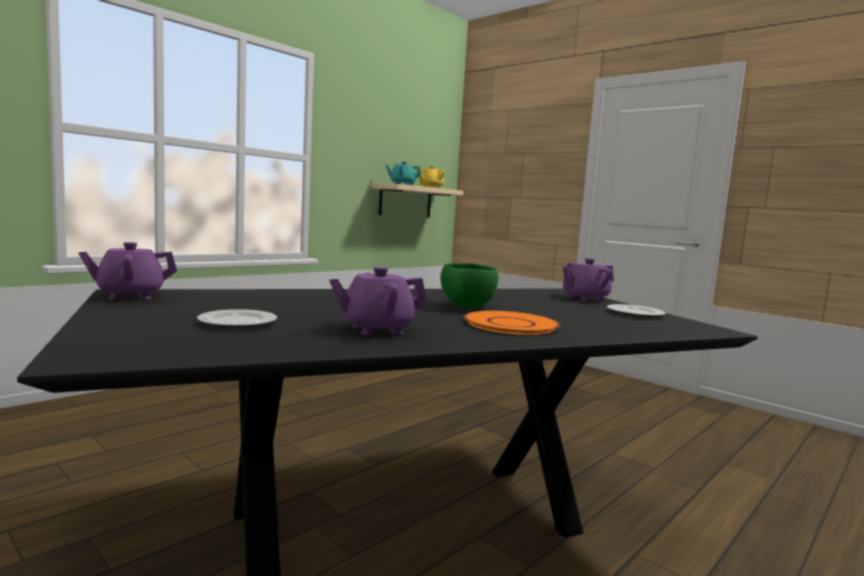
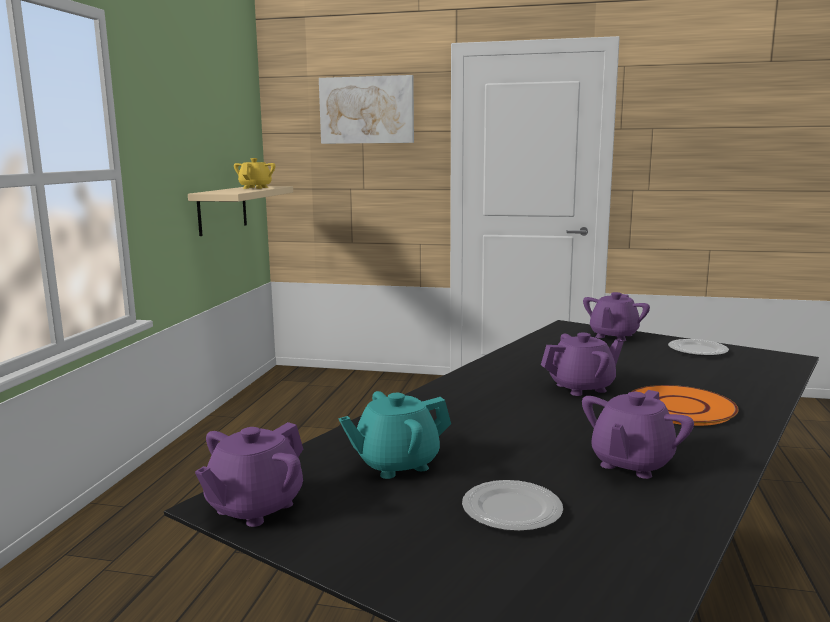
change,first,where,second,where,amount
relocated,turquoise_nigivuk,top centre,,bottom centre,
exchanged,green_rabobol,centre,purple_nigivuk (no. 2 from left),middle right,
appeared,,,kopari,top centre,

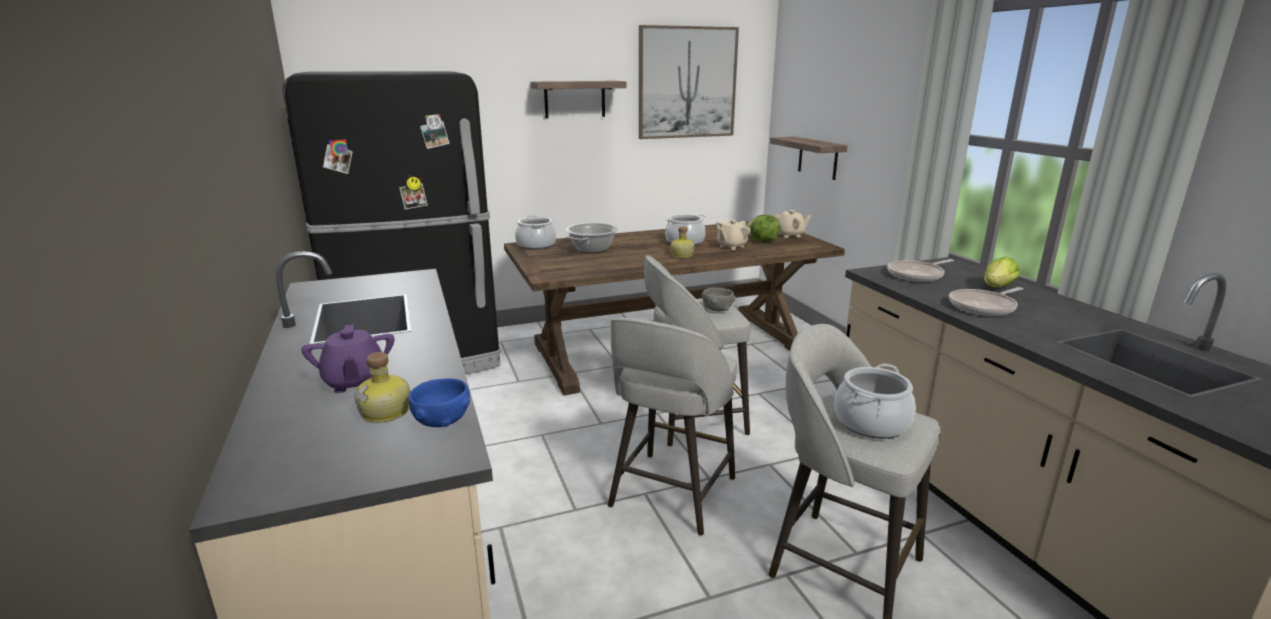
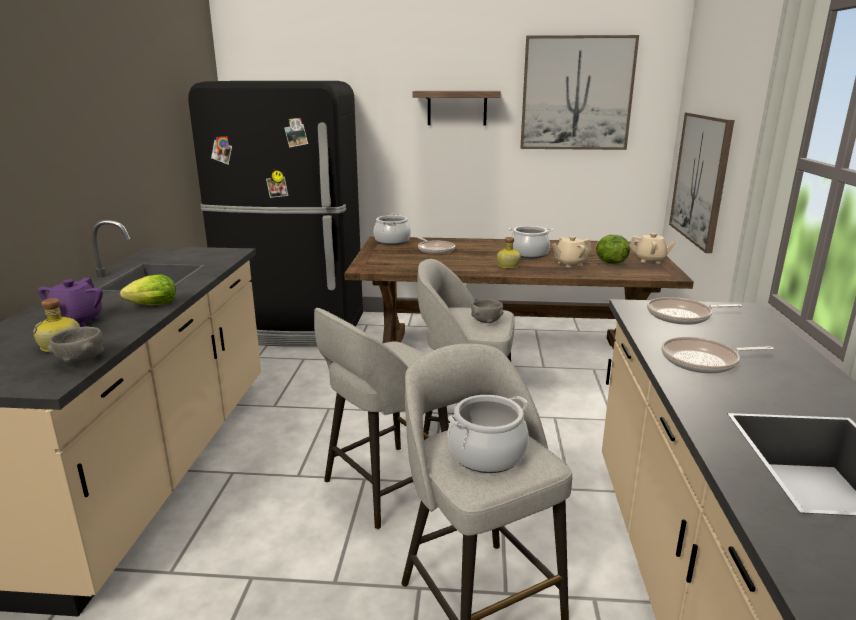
change,first,where,second,where,amount
exchanged,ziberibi (no. 2 from left),top centre,kopari (no. 2 from left),top right,
exchanged,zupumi (no. 2 from left),centre,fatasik (no. 1 from left),centre,
relocated,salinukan (no. 2 from left in the first image),middle right,salinukan (no. 1 from left),middle left,
colour,blue_rabobol,centre,grey_rabobol (no. 1 from left),middle left,

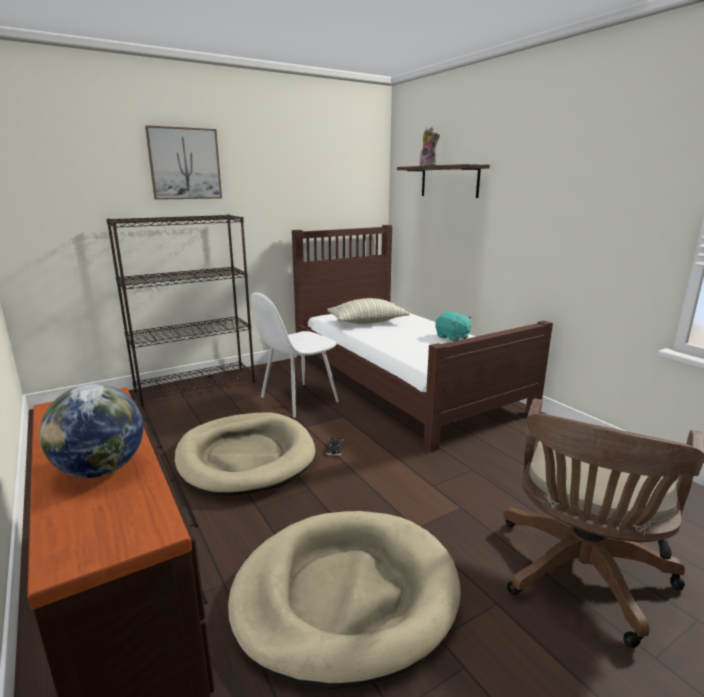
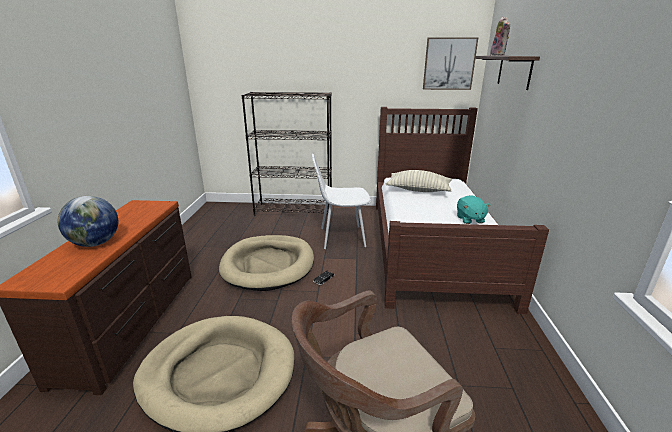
change,first,where,second,where,amount
relocated,kopari,top left,,top right,

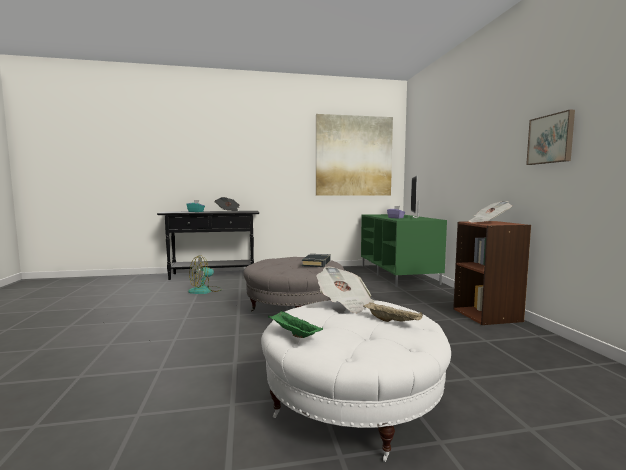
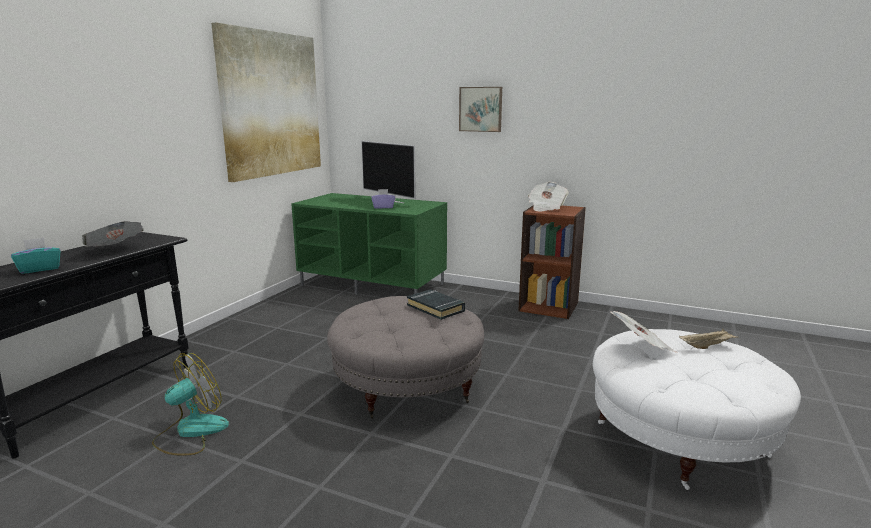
change,first,where,second,where,amount
relocated,kopari (no. 2 from left),top right,,top centre,
spun,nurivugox,middle left,,bottom left,135 degrees counterclockwise
missing,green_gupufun,bottom centre,,,

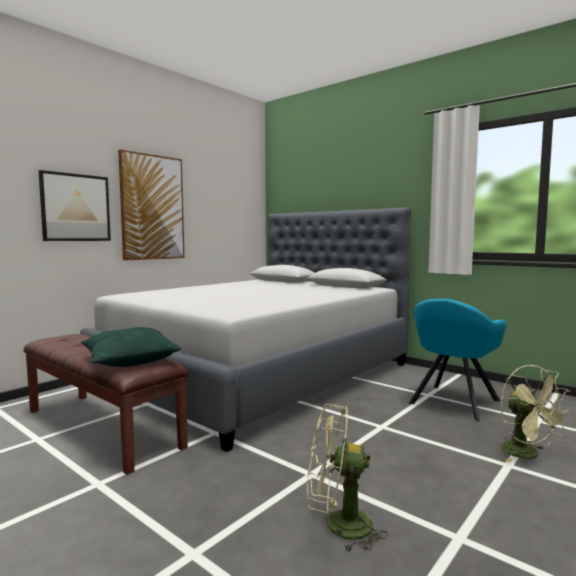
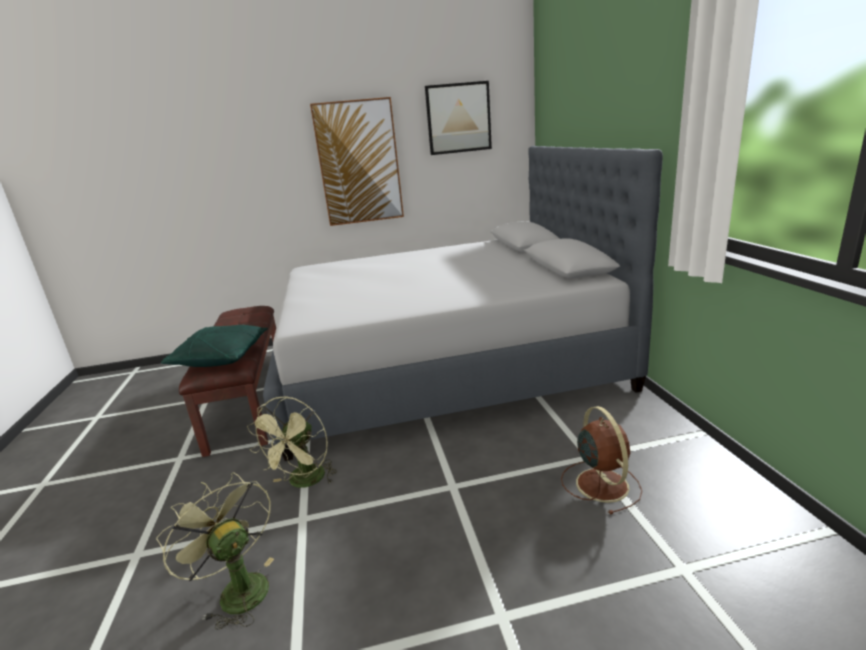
change,first,where,second,where,amount
relocated,kopari (no. 1 from left in the first image),middle left,kopari (no. 2 from left),top centre,
exchanged,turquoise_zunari,middle right,brown_nurivugox,bottom right,
relocated,green_nurivugox (no. 2 from left),bottom right,,bottom centre,

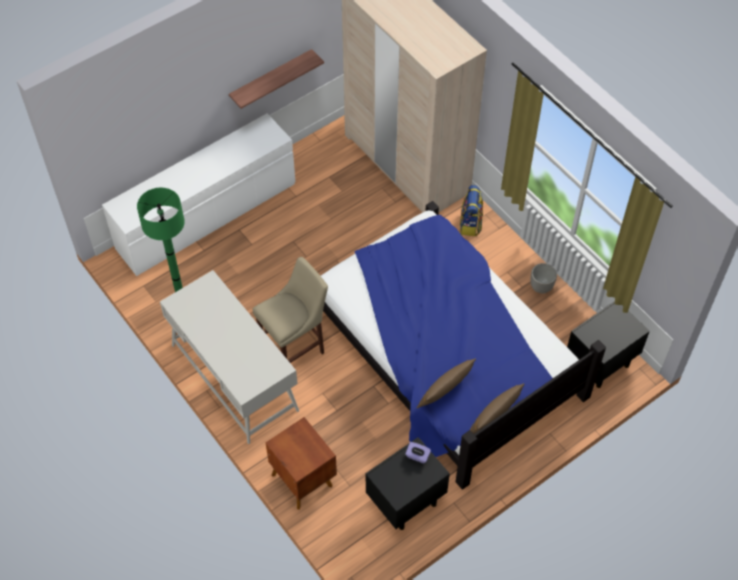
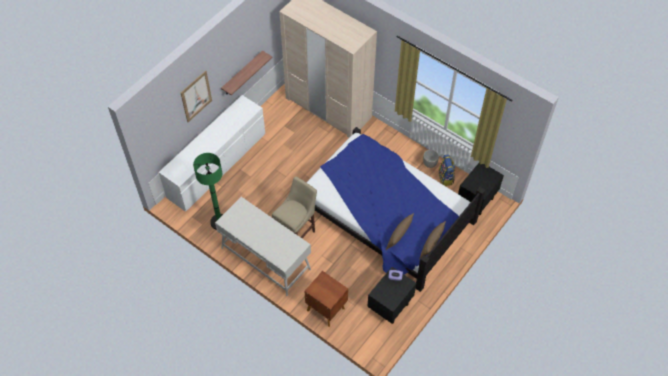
change,first,where,second,where,amount
relocated,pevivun,centre,,middle right,
appeared,,,kopari,top left,

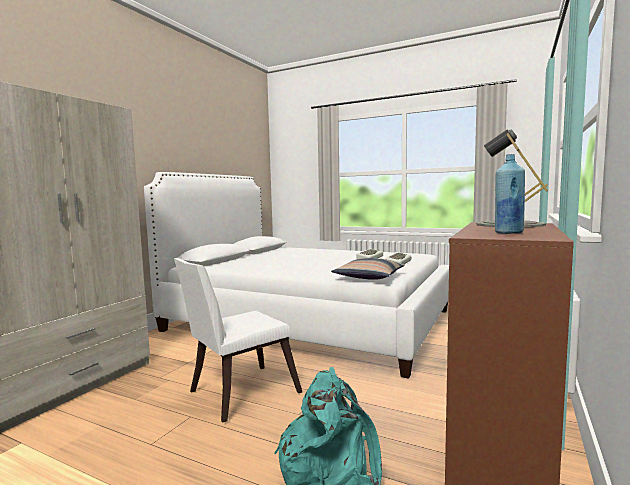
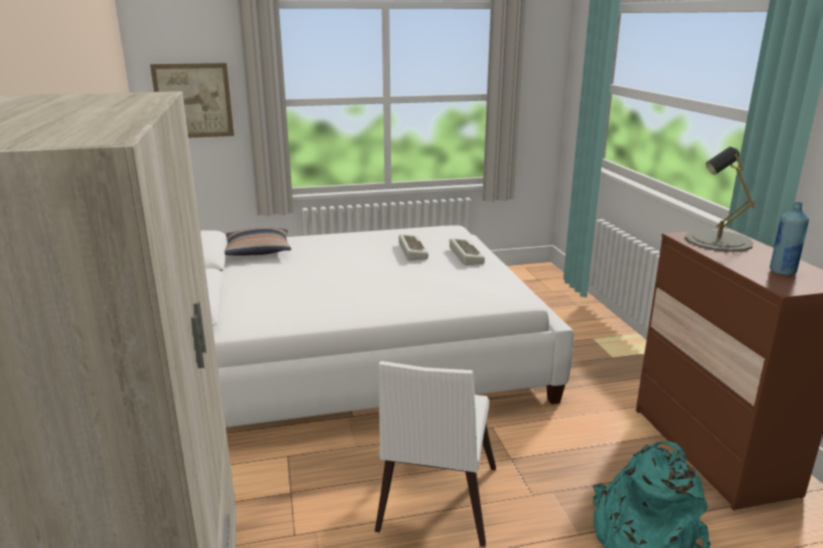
change,first,where,second,where,amount
relocated,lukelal,centre,,middle left,
appeared,,,kopari,top left,

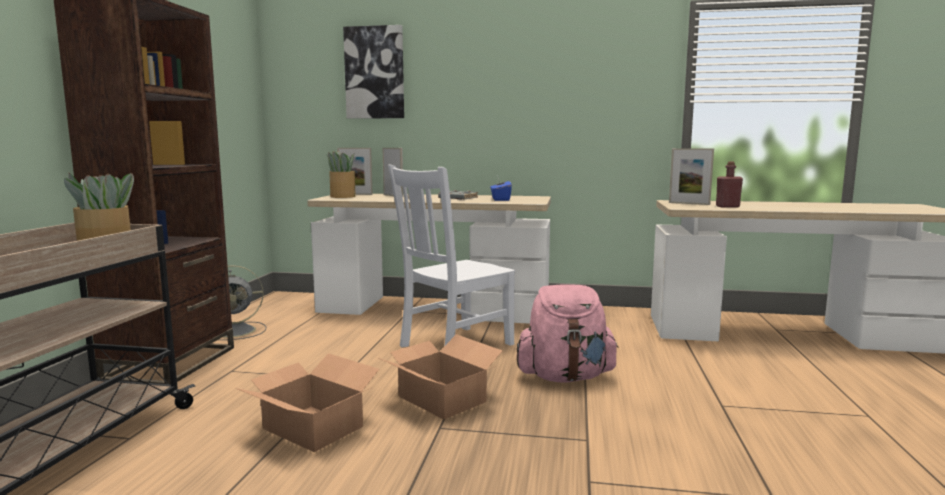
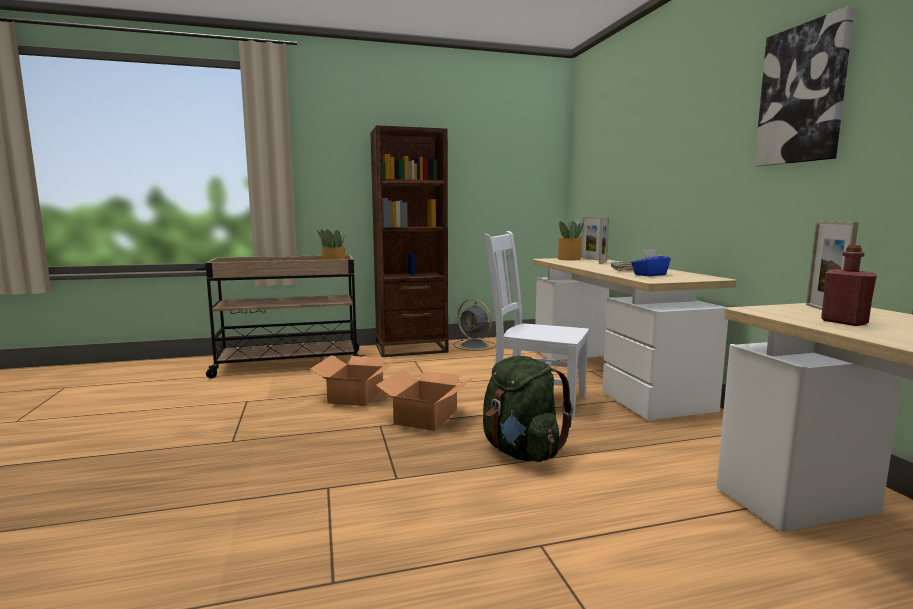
change,first,where,second,where,amount
relocated,kopari,top centre,,top right,
colour,pink_pevivun,bottom centre,green_pevivun,bottom centre,

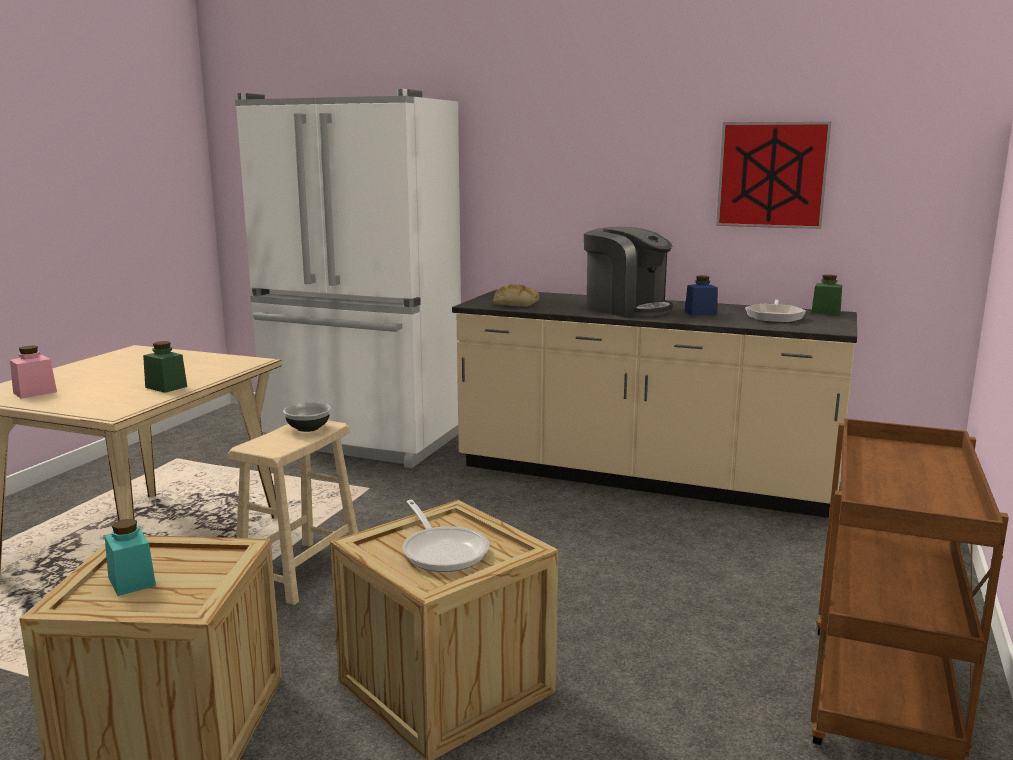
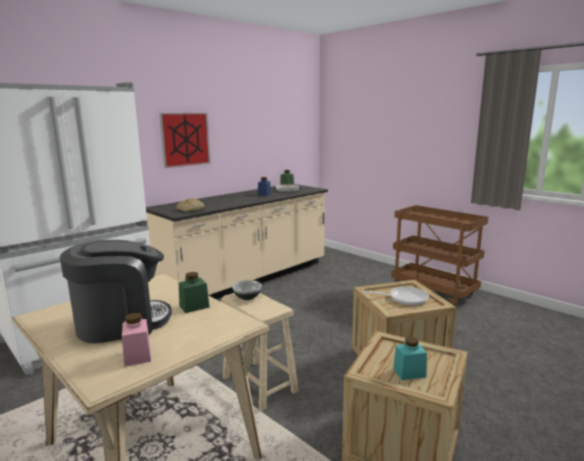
change,first,where,second,where,amount
relocated,kopari,top right,,top left,
relocated,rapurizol,centre,,middle left,

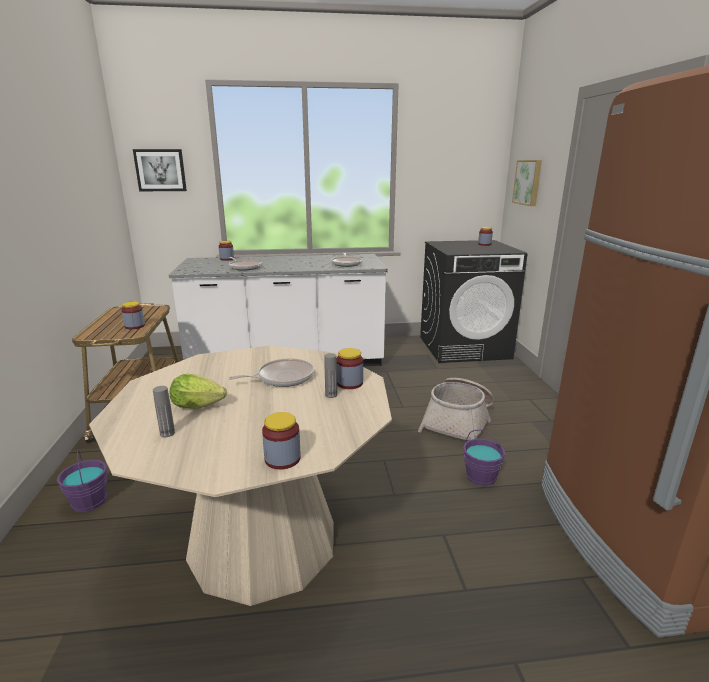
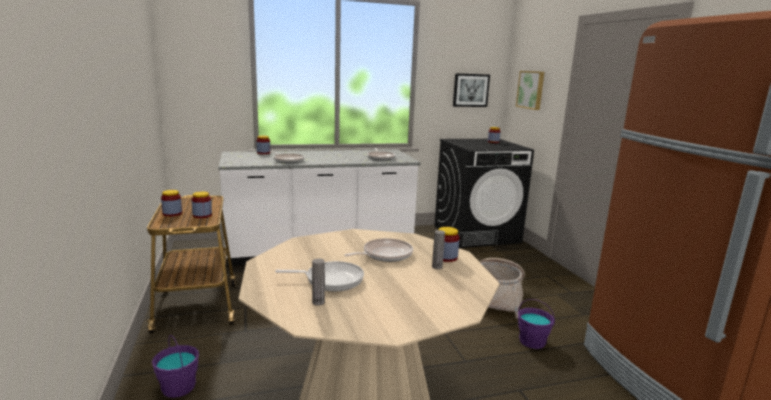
change,first,where,second,where,amount
relocated,kopari (no. 1 from left),top left,,top centre,
exchanged,salinukan,middle left,fatasik (no. 2 from left),bottom centre,
relocated,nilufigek (no. 3 from left in the first image),centre,nilufigek (no. 1 from left),middle left,

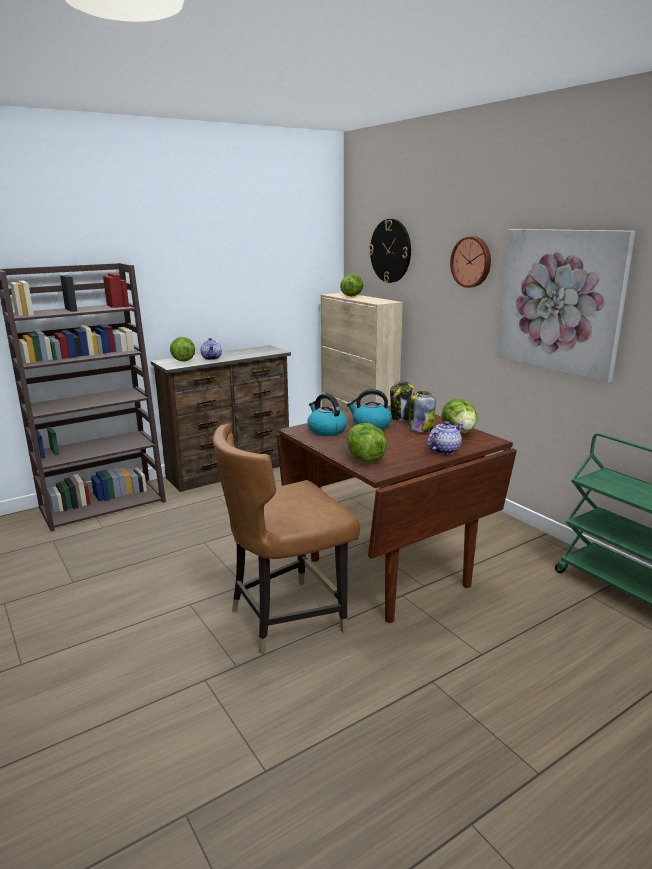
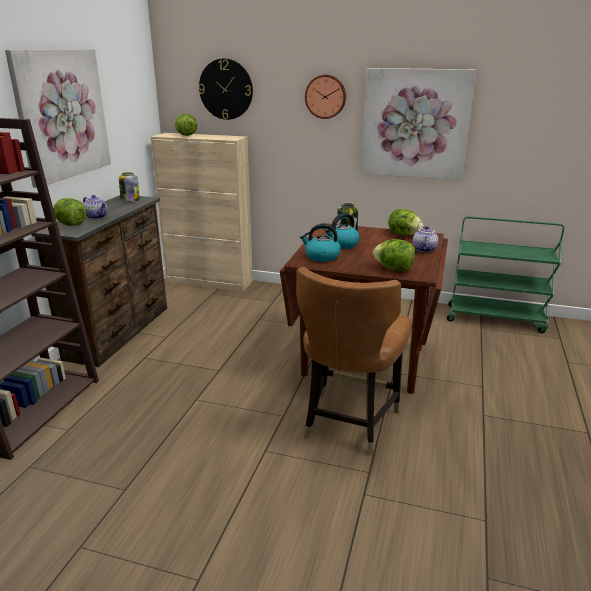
change,first,where,second,where,amount
relocated,nilufigek (no. 2 from left in the first image),centre,nilufigek (no. 1 from left),top left,
appeared,,,kopari (no. 1 from left),top left,

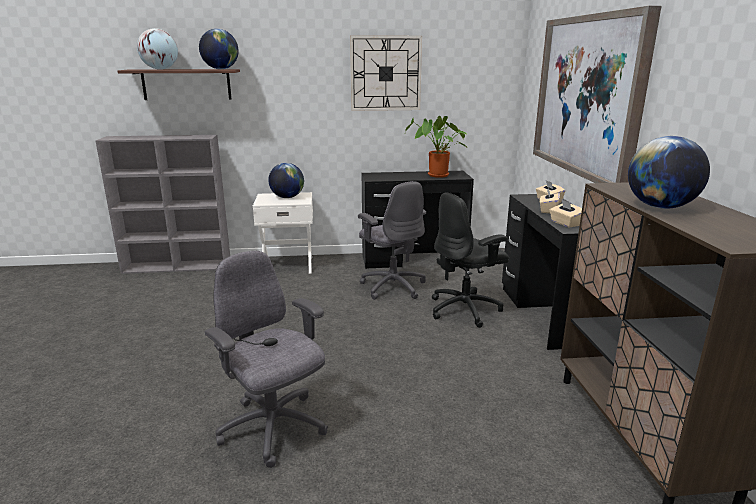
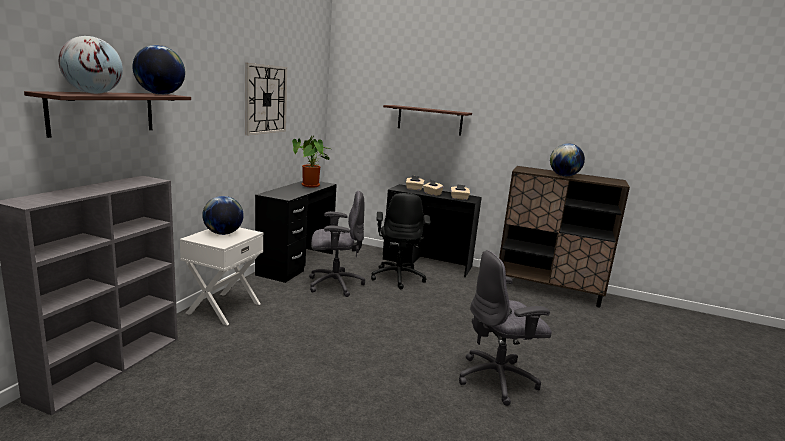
change,first,where,second,where,amount
exchanged,kopari,top right,ziberibi (no. 2 from left),top centre,

